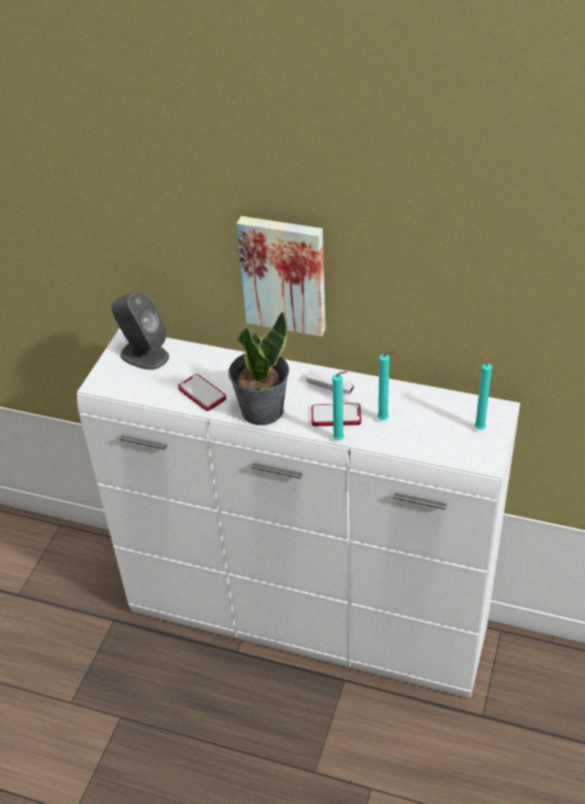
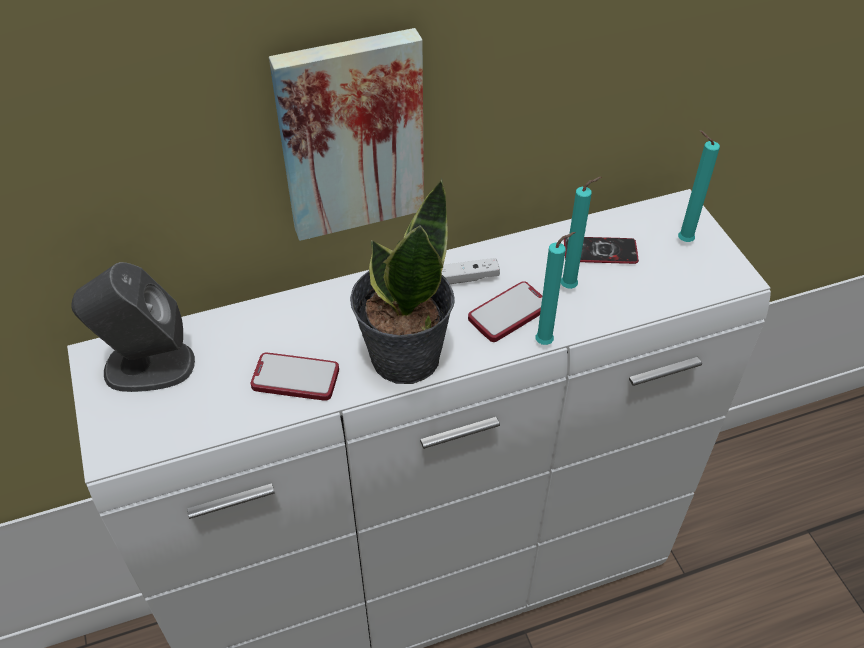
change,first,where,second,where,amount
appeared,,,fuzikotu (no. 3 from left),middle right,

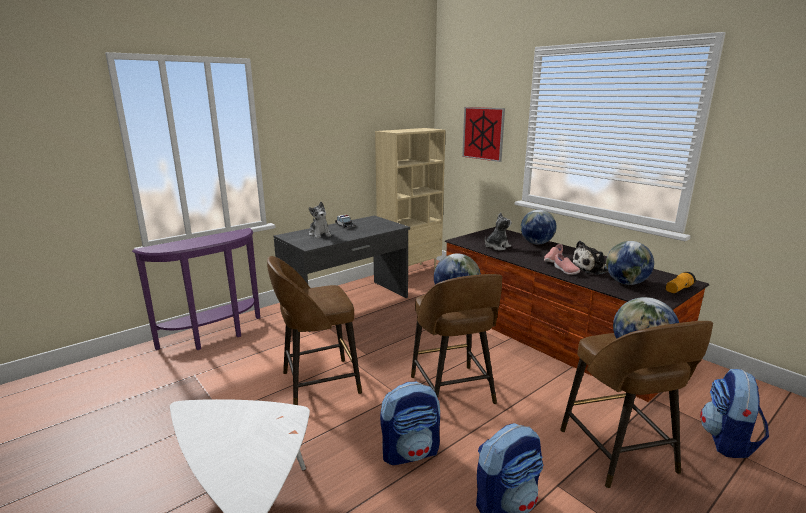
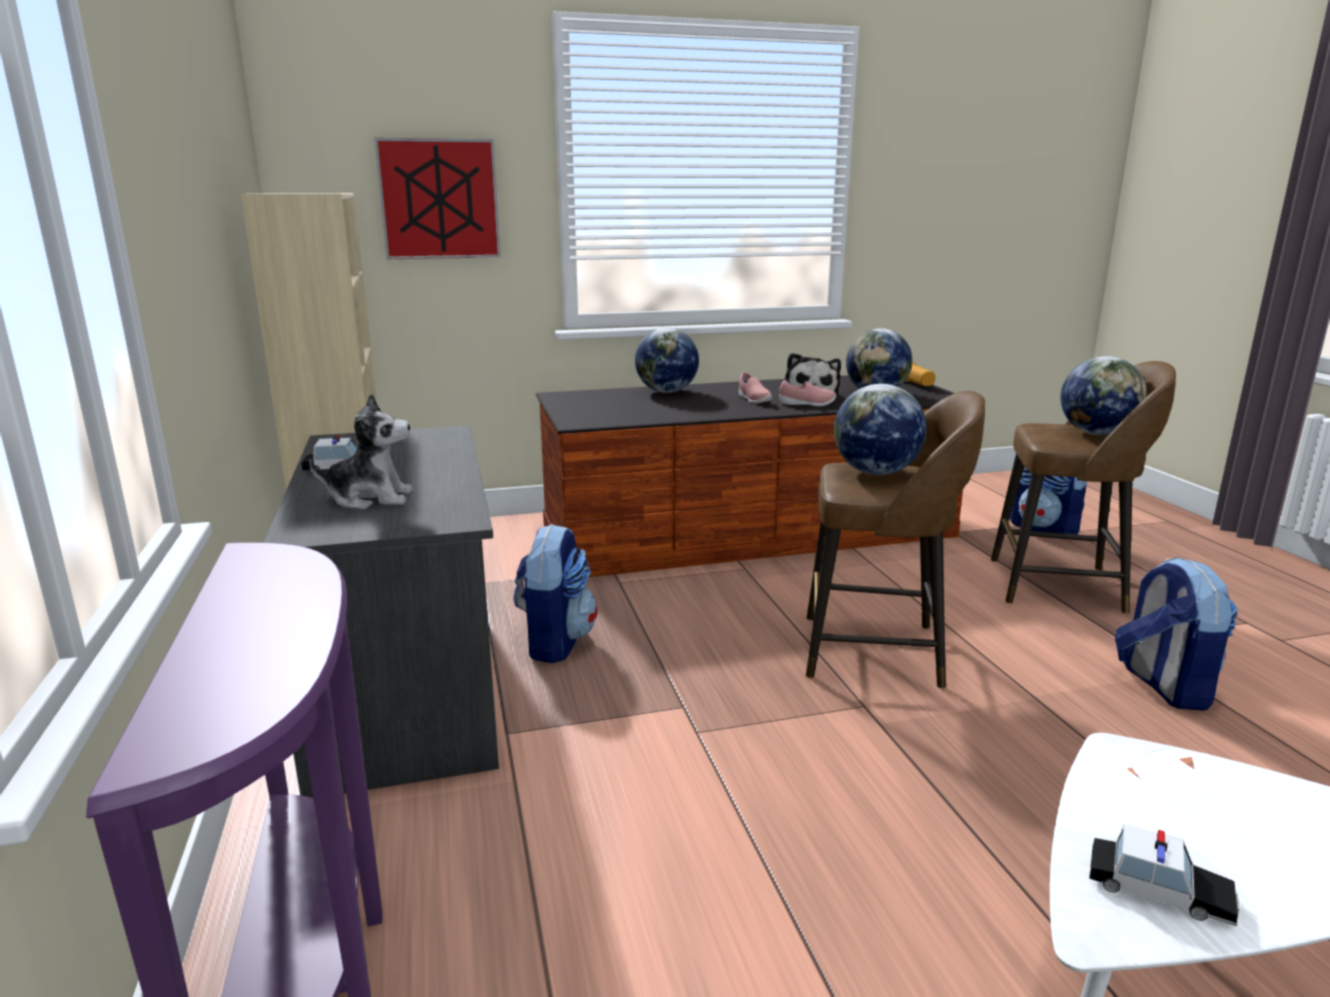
change,first,where,second,where,amount
missing,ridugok (no. 2 from left),centre,,,
missing,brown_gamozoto (no. 1 from left),centre,,,
relocated,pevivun (no. 1 from left),bottom centre,,centre,
appeared,,,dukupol (no. 2 from left),bottom right,

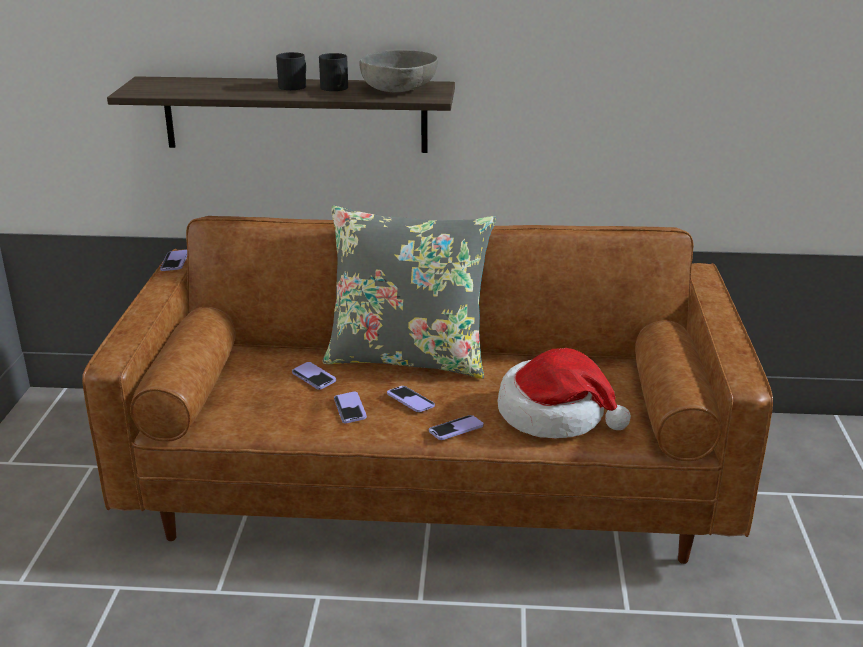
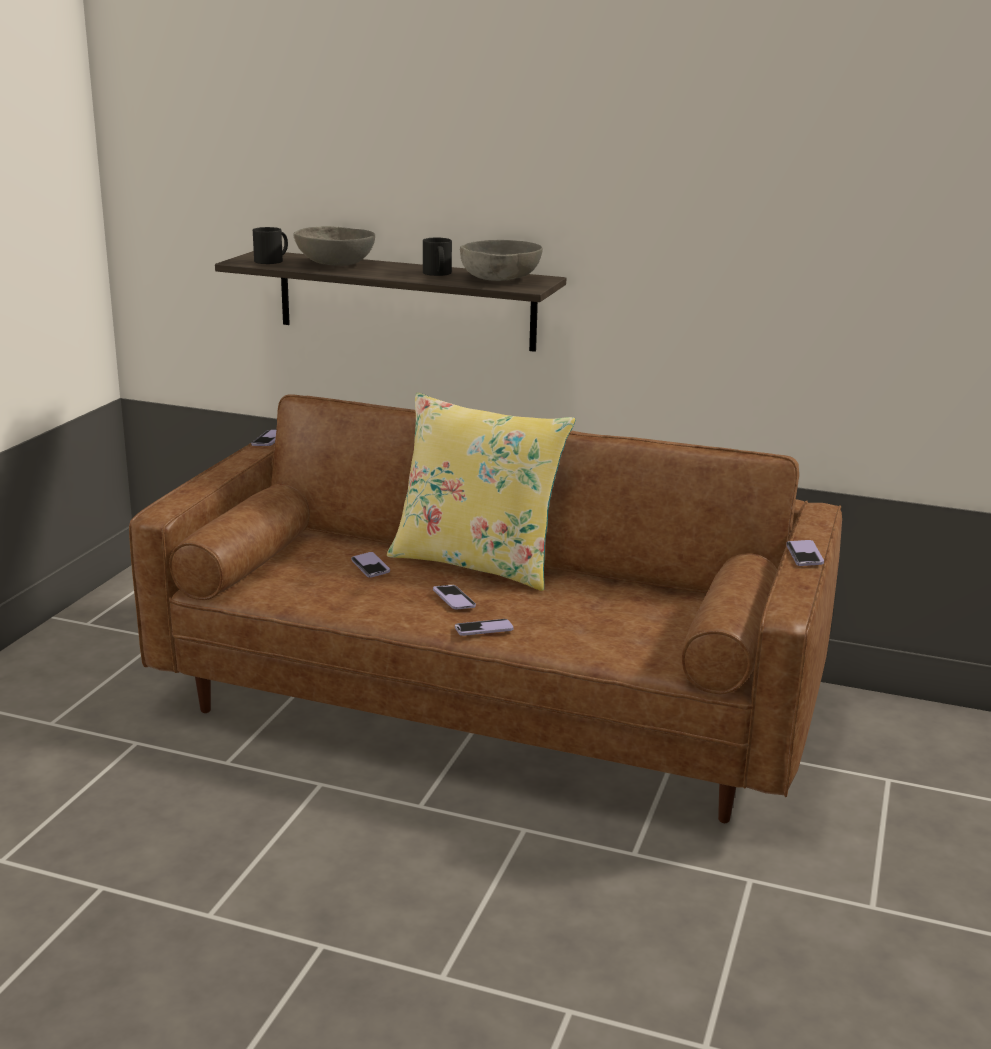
change,first,where,second,where,amount
relocated,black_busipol (no. 1 from left),top centre,,top left,
colour,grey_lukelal,centre,yellow_lukelal,centre,
missing,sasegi,centre,,,
relocated,fuzikotu (no. 3 from left in the first image),centre,fuzikotu (no. 5 from left),middle right,
appeared,,,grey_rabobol (no. 1 from left),top centre,

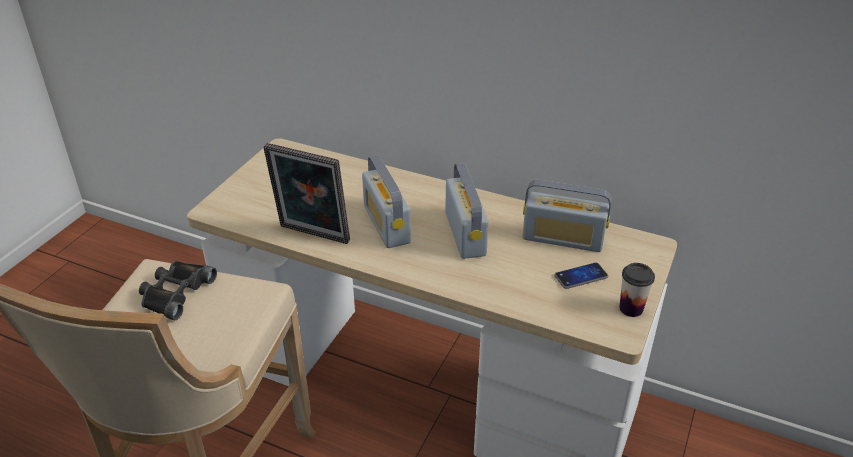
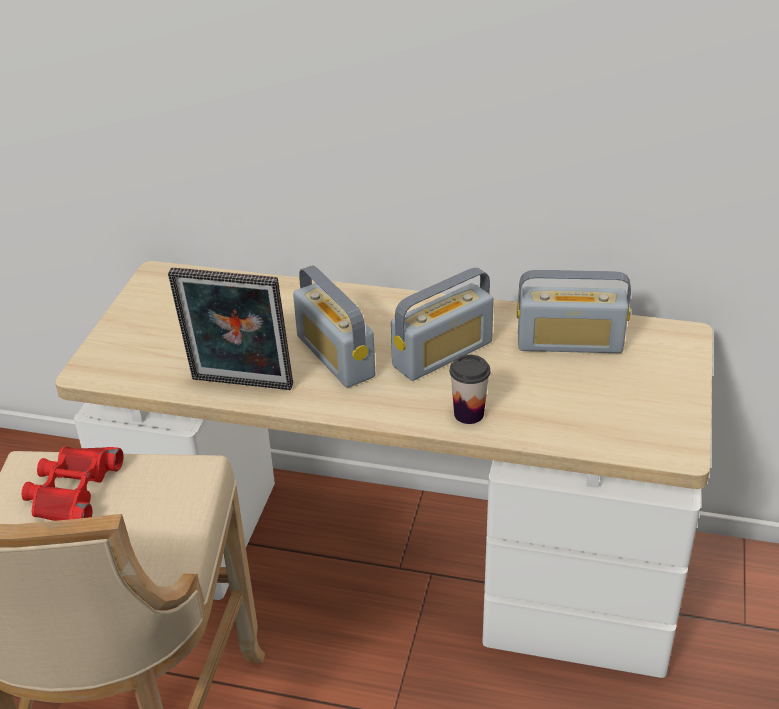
change,first,where,second,where,amount
spun,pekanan (no. 2 from left),centre,,centre,75 degrees clockwise
colour,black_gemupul,middle left,red_gemupul,bottom left,
missing,fuzikotu,middle right,,,
relocated,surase,middle right,,centre,

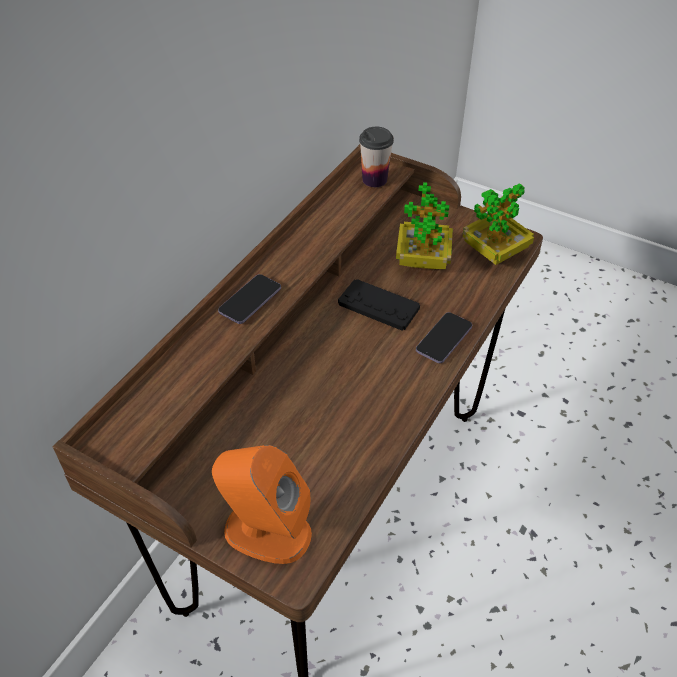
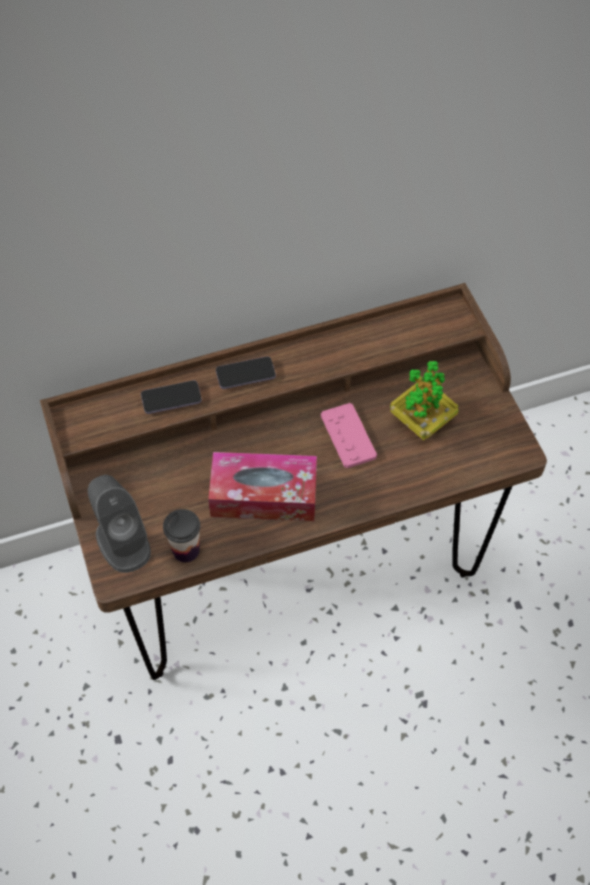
change,first,where,second,where,amount
relocated,surase,top centre,,middle left,
missing,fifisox (no. 2 from left),top right,,,
colour,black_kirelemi,centre,pink_kirelemi,centre,
relocated,fuzikotu (no. 2 from left in the first image),centre,fuzikotu (no. 1 from left),middle left,
colour,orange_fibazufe,bottom centre,grey_fibazufe,middle left,
appeared,,,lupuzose,centre,

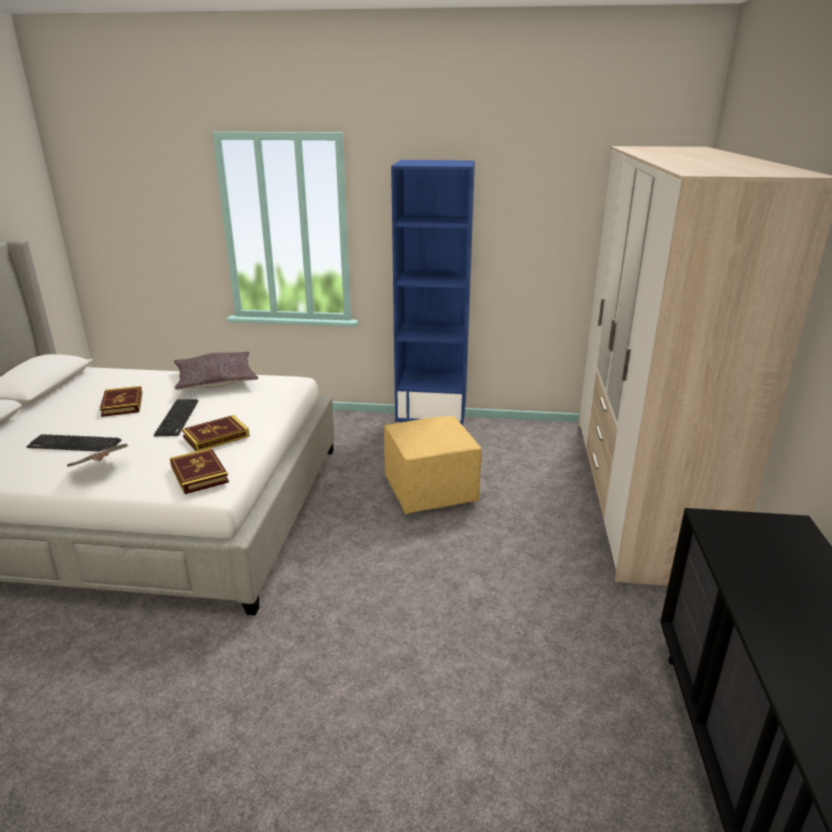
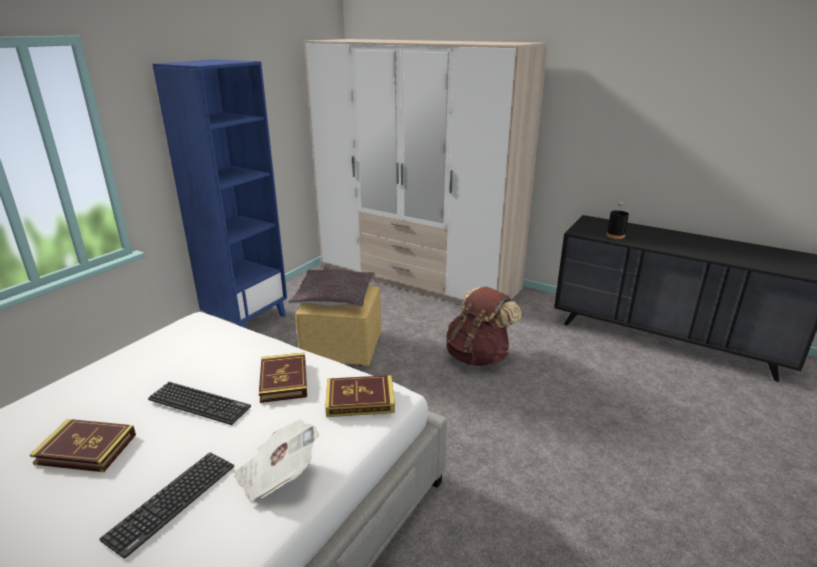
change,first,where,second,where,amount
relocated,grey_lukelal,middle left,,centre,
appeared,,,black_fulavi,middle right,
appeared,,,brown_pevivun,centre,

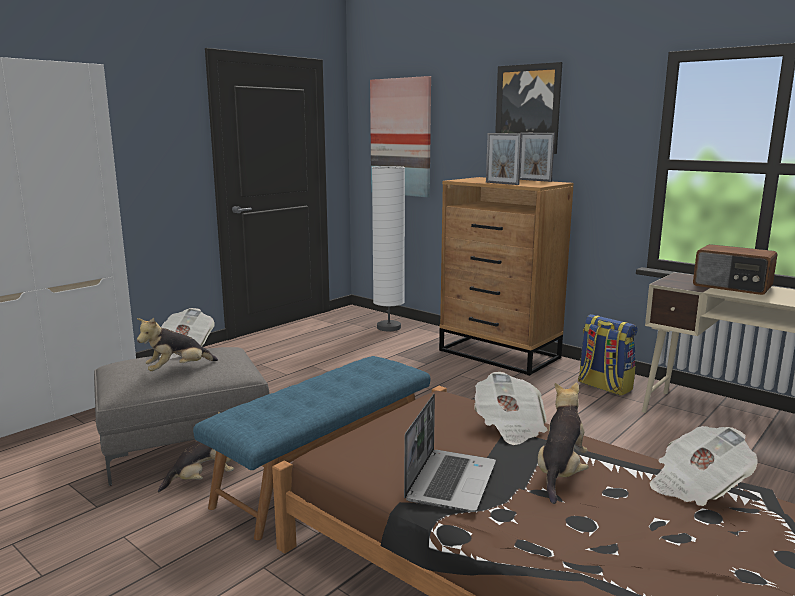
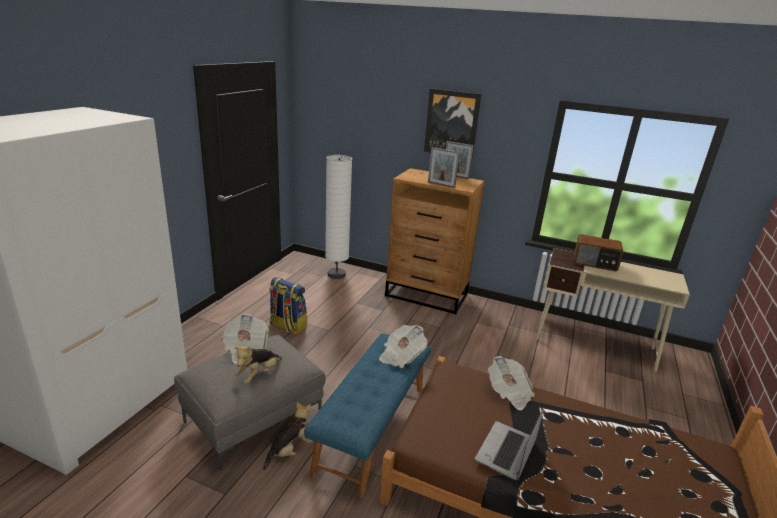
change,first,where,second,where,amount
missing,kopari (no. 1 from left),top centre,,,
relocated,pevivun,middle right,,centre,
missing,ridugok (no. 3 from left),bottom right,,,
spun,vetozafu,bottom centre,,bottom centre,150 degrees counterclockwise
relocated,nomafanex (no. 3 from left in the first image),bottom right,nomafanex (no. 2 from left),bottom centre,

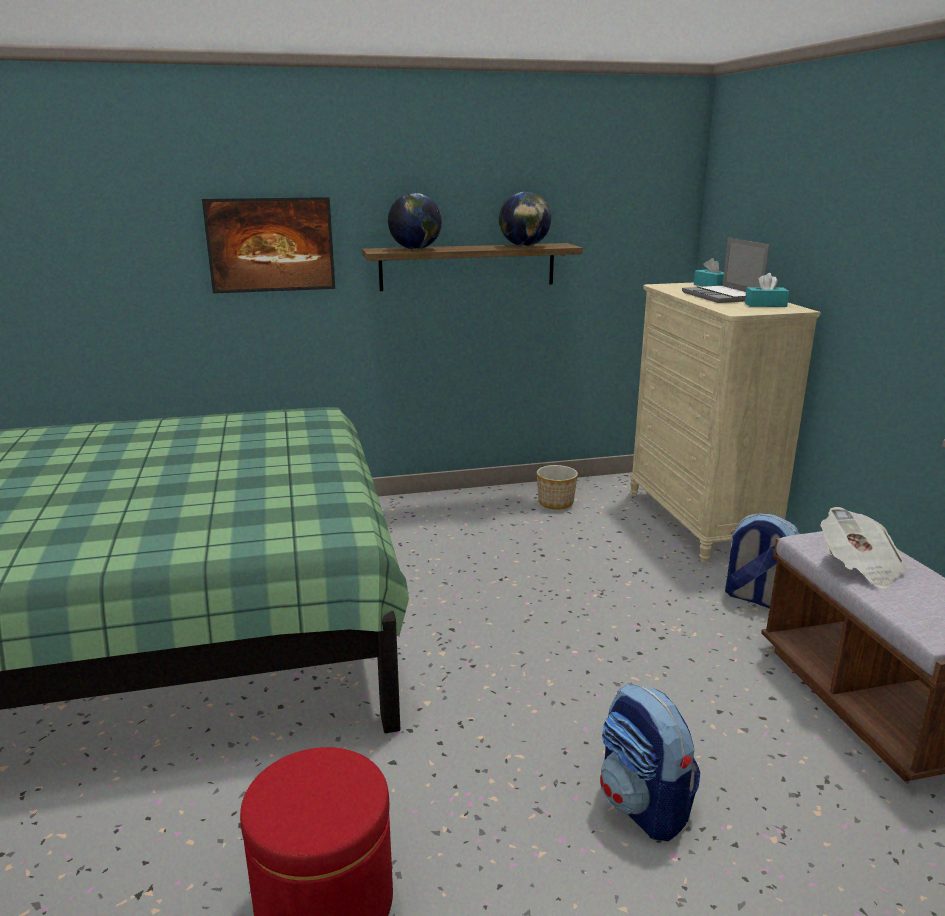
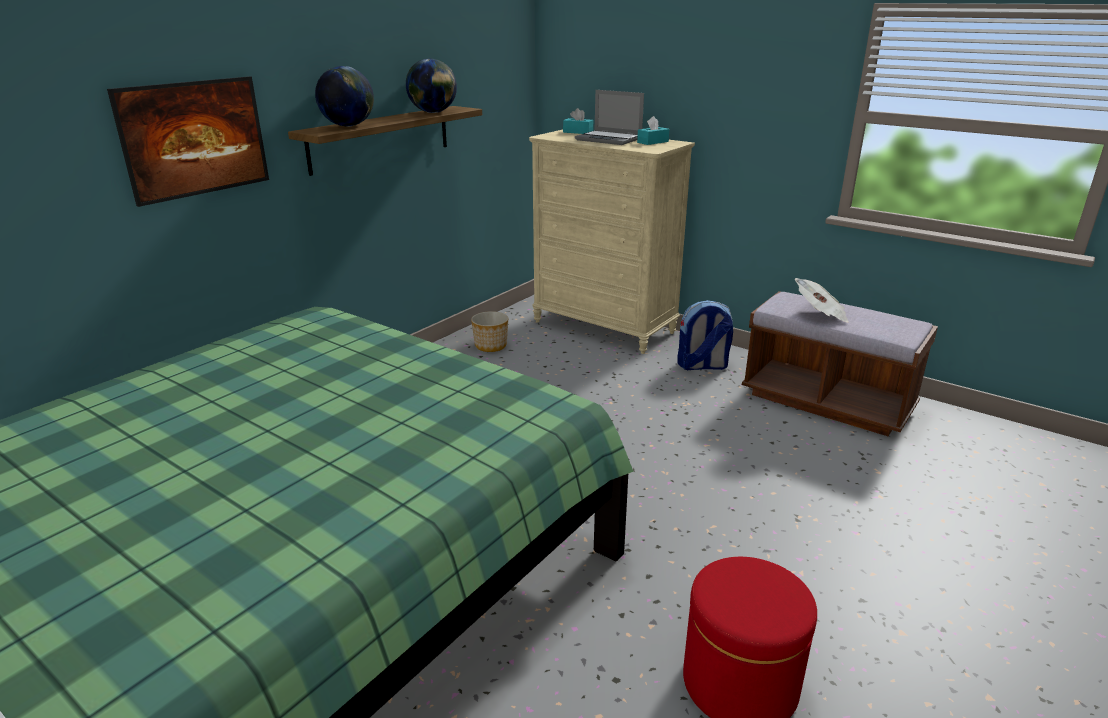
change,first,where,second,where,amount
missing,pevivun (no. 1 from left),bottom right,,,

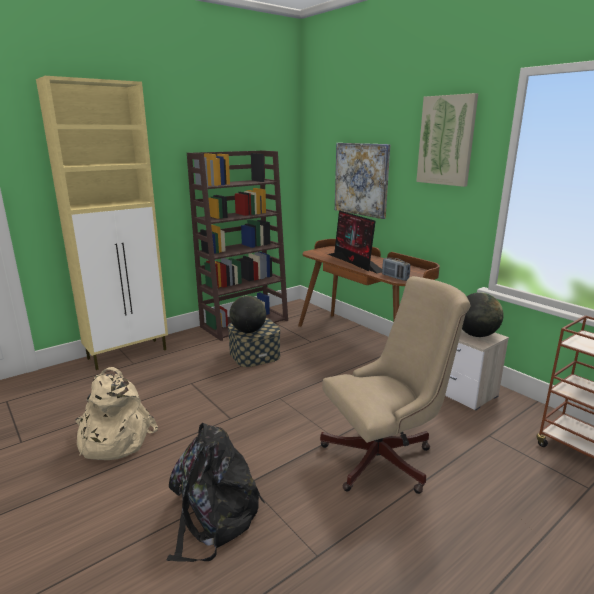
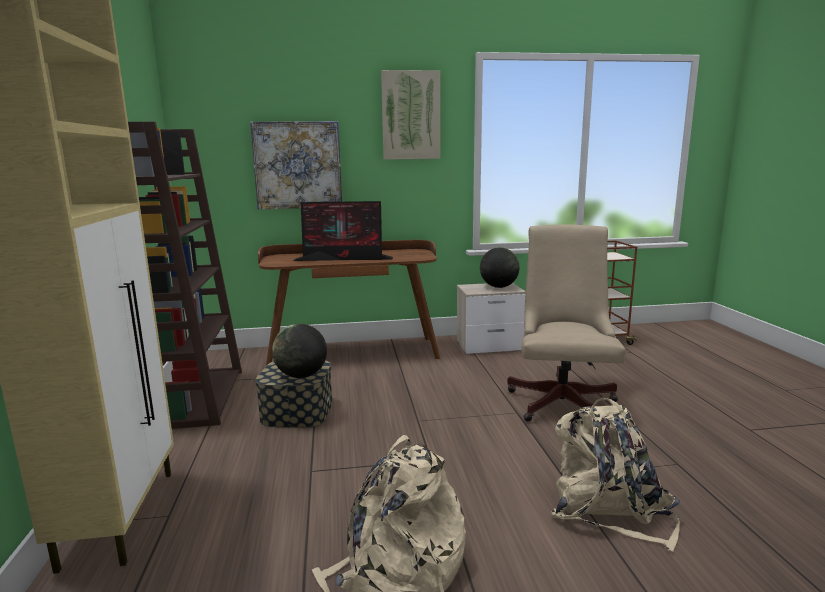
change,first,where,second,where,amount
missing,pekanan,middle right,,,
colour,black_pevivun,bottom centre,beige_pevivun (no. 2 from left),bottom right,

